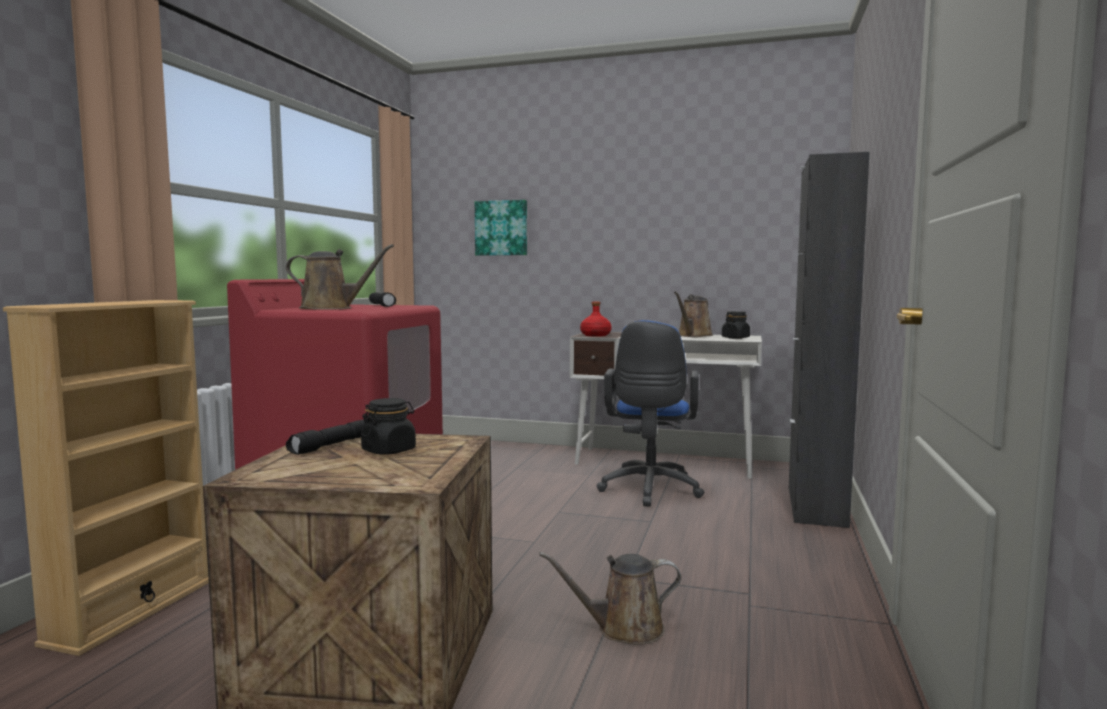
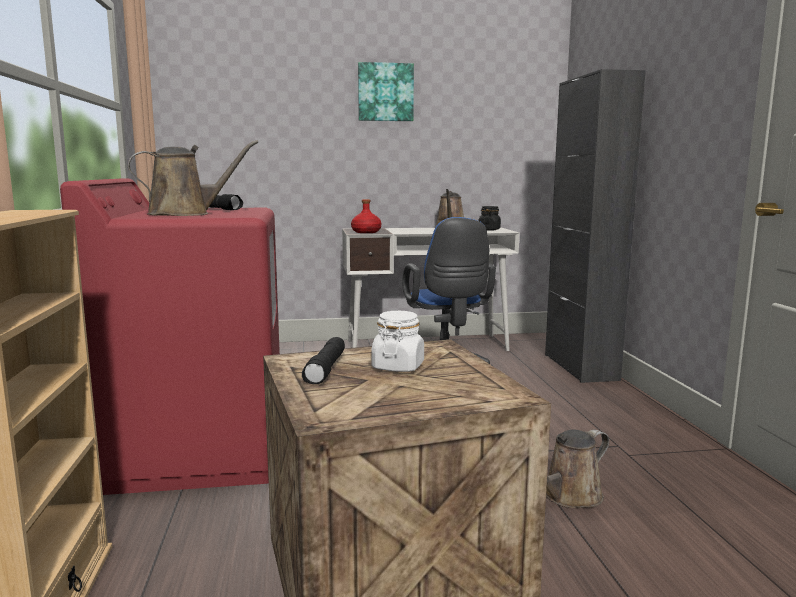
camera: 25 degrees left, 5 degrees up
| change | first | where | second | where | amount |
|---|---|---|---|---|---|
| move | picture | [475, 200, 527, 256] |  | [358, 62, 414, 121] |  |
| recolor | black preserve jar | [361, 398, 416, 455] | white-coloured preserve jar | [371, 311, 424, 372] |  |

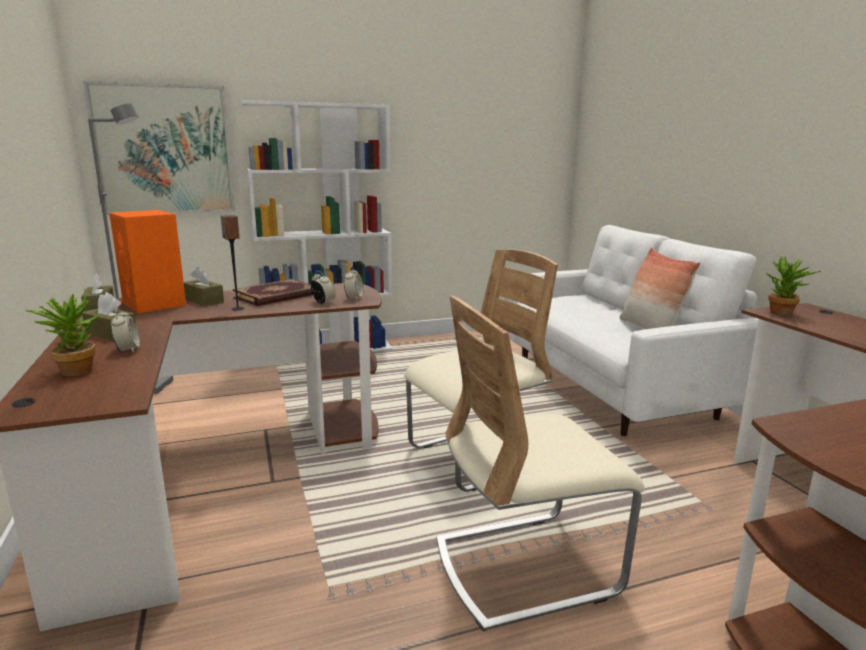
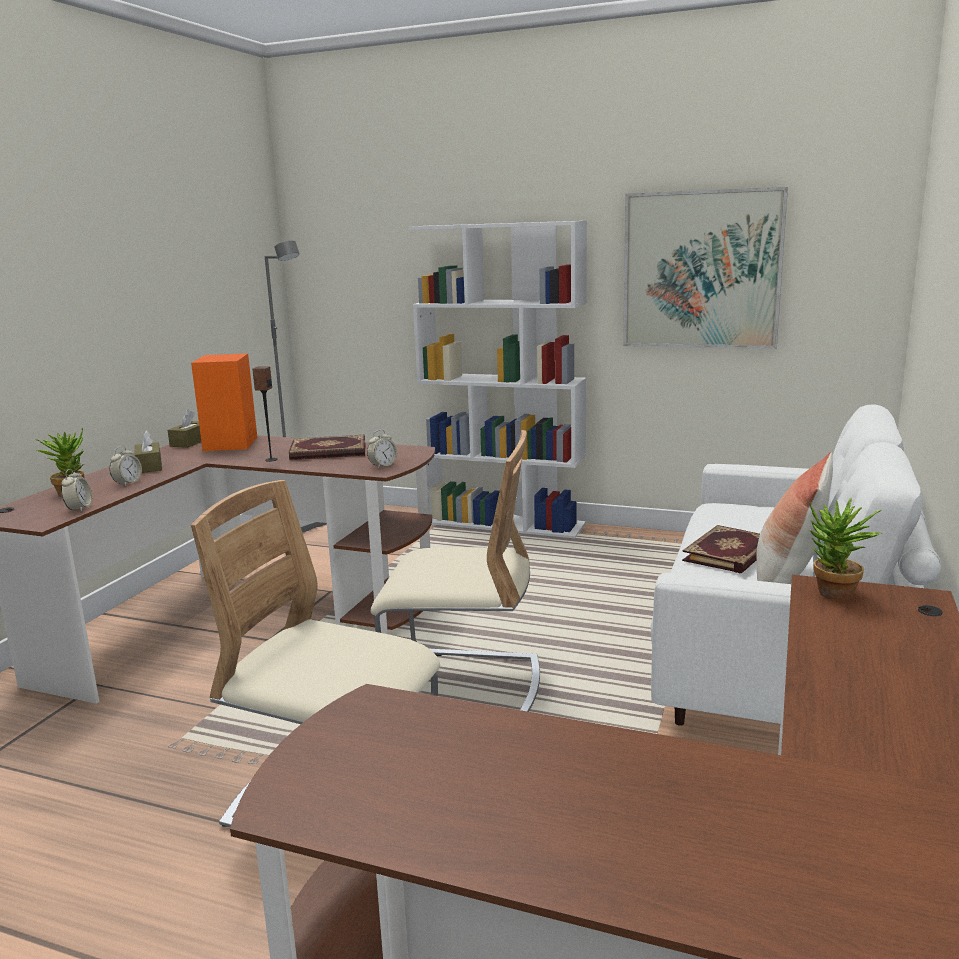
camera: 40 degrees right, 0 degrees up
| change | first | where | second | where | amount |
|---|---|---|---|---|---|
| move | table clock | [311, 271, 336, 304] |  | [61, 469, 92, 512] |  |
| move | picture | [83, 81, 235, 215] |  | [623, 187, 788, 349] |  |
| insert |  |  | volume | [682, 525, 760, 573] |  |
| delete | brownish box of tissues | [184, 267, 224, 306] |  |  |  |

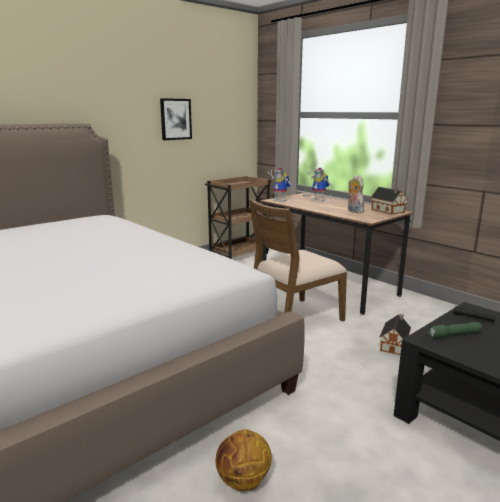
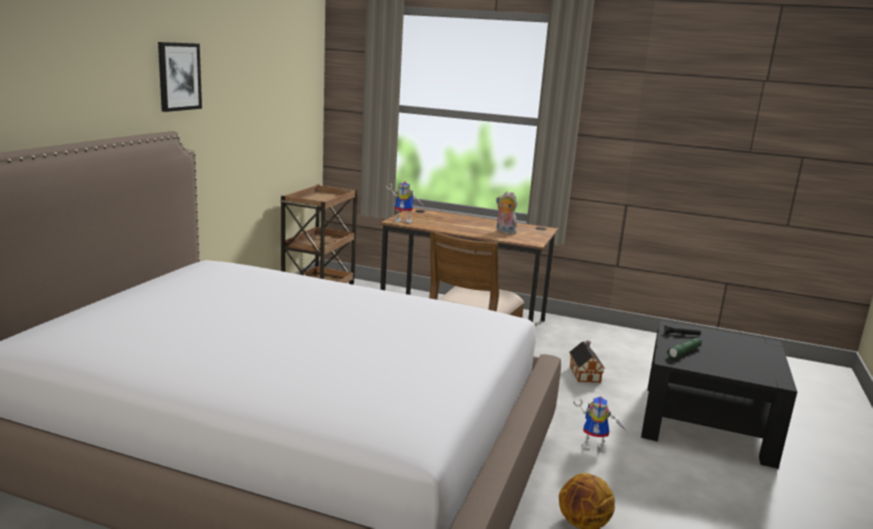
camera: 30 degrees left, 0 degrees up
| change | first | where | second | where | amount |
|---|---|---|---|---|---|
| move | picture | [160, 98, 192, 140] |  | [158, 42, 202, 112] |  |
| move | robot figure | [306, 167, 334, 202] |  | [573, 397, 628, 453] |  |
| delete | toy house | [371, 187, 408, 214] |  |  |  |

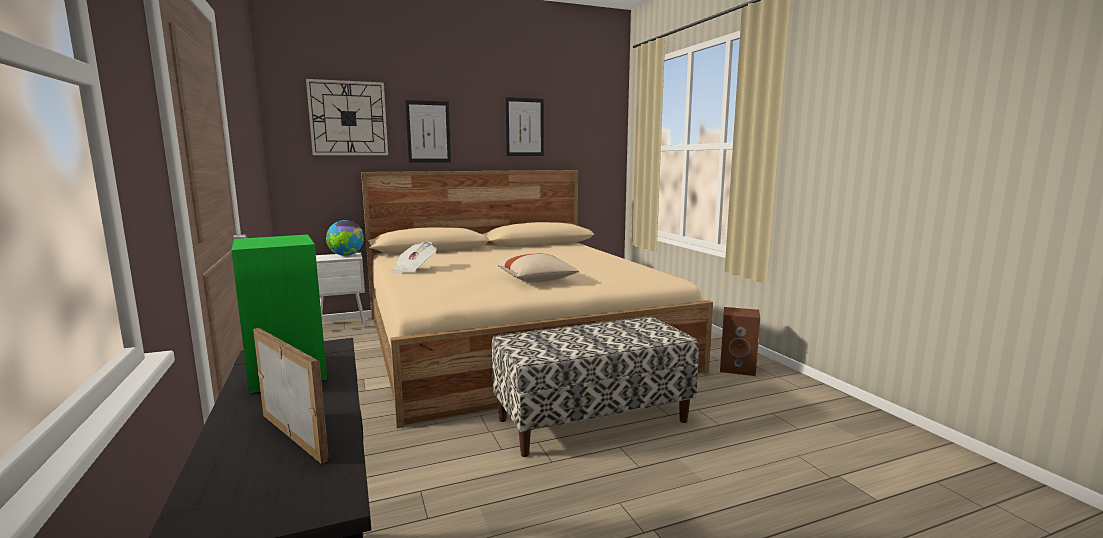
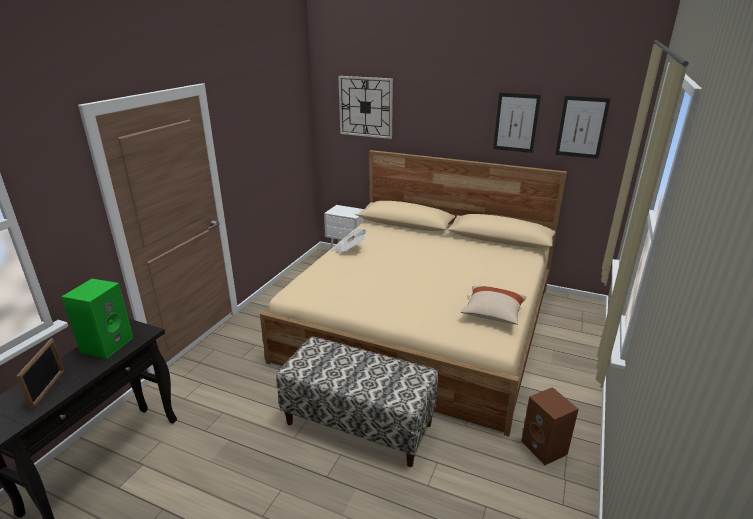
camera: 45 degrees right, 15 degrees up
| change | first | where | second | where | amount |
|---|---|---|---|---|---|
| move | sand-coloured pillow | [498, 254, 579, 282] |  | [461, 286, 526, 325] |  |
| move | picture | [405, 100, 451, 163] |  | [555, 96, 611, 159] |  |
| delete | world globe | [326, 220, 364, 256] |  |  |  |

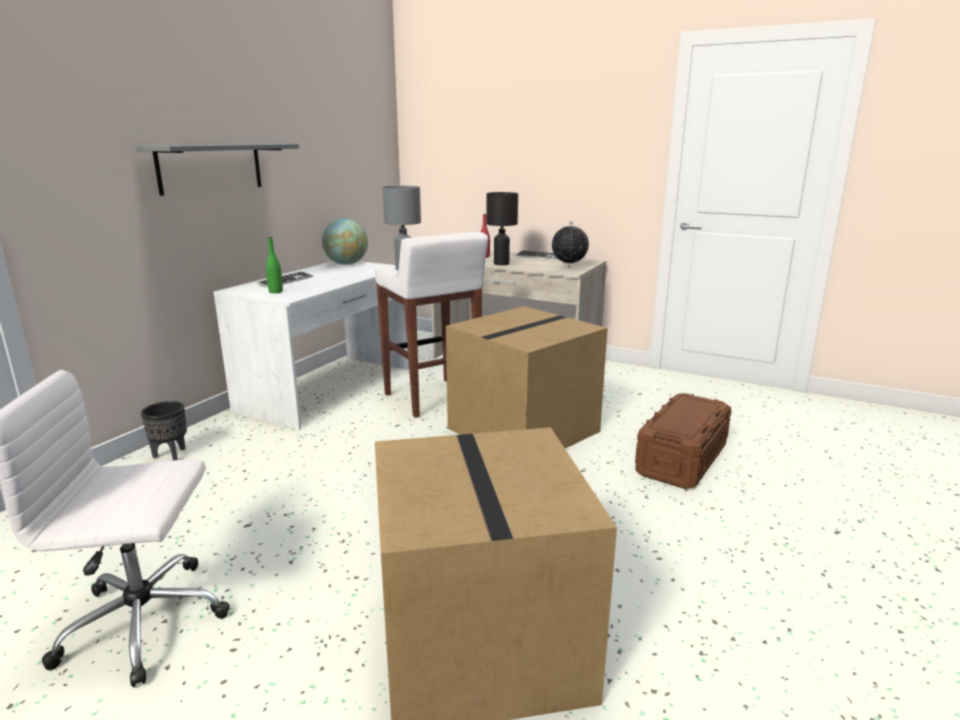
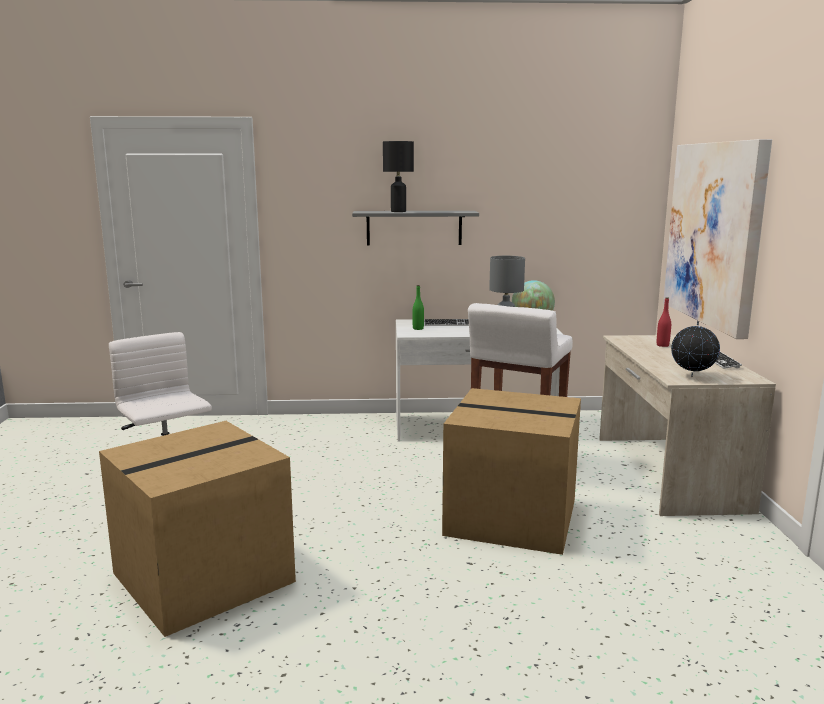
camera: 60 degrees right, 5 degrees down
| change | first | where | second | where | amount |
|---|---|---|---|---|---|
| move | black table lamp | [486, 192, 518, 265] |  | [383, 141, 414, 212] |  |
| insert |  |  | picture | [663, 139, 772, 339] |  |
| delete | black plant pot | [141, 401, 187, 460] |  |  |  |
| delete | brownish storage bin | [635, 393, 732, 489] |  |  |  |

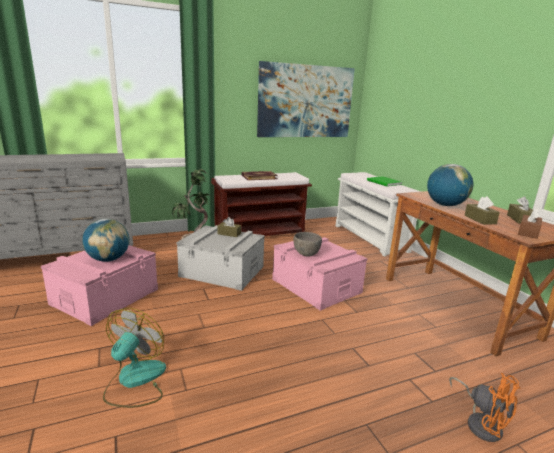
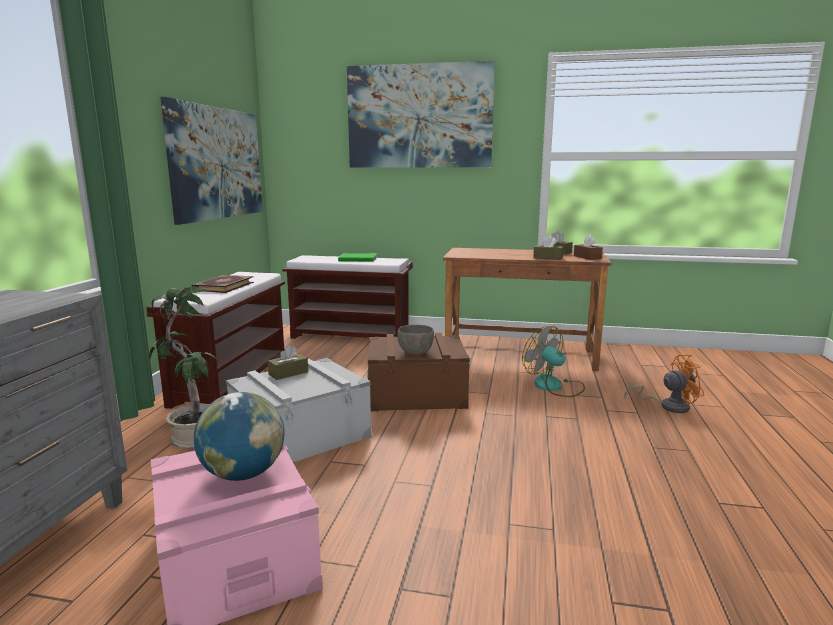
camera: 55 degrees left, 5 degrees down
| change | first | where | second | where | amount |
|---|---|---|---|---|---|
| recolor | white-coloured bench | [335, 172, 421, 257] | brownish bench | [282, 255, 413, 339] |  |
| insert |  |  | picture | [347, 61, 495, 167] |  |
| recolor | pink storage bin | [272, 237, 367, 311] | brownish storage bin | [367, 333, 470, 411] |  |
| move | electric fan | [103, 308, 166, 408] |  | [522, 326, 585, 397] |  |
| delete | world globe | [427, 164, 473, 206] |  |  |  |

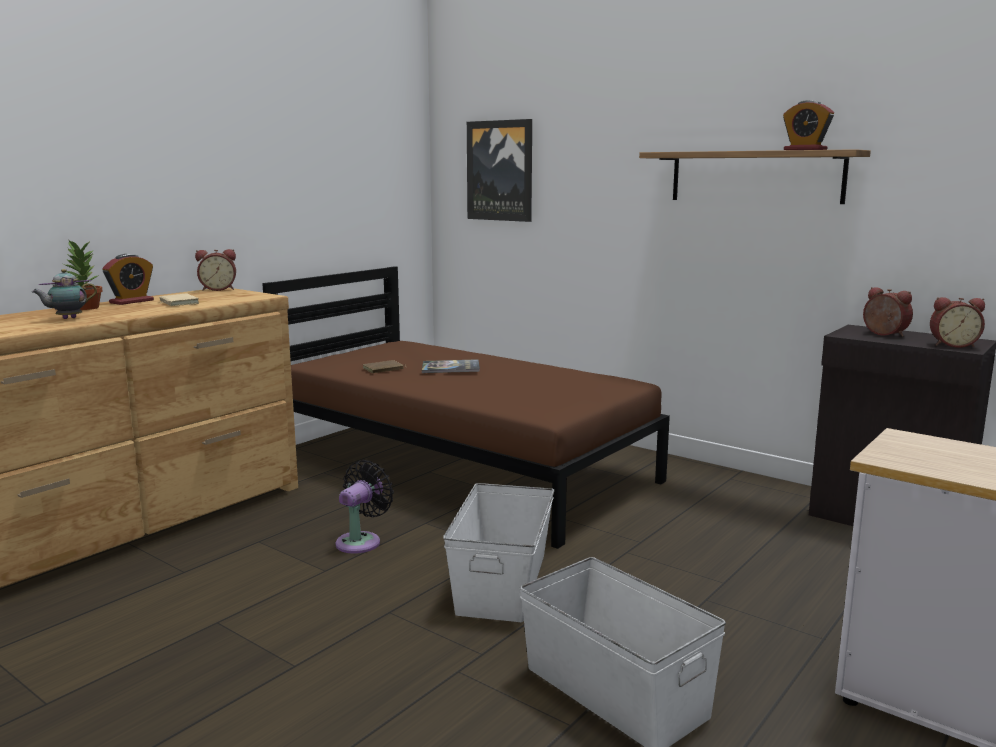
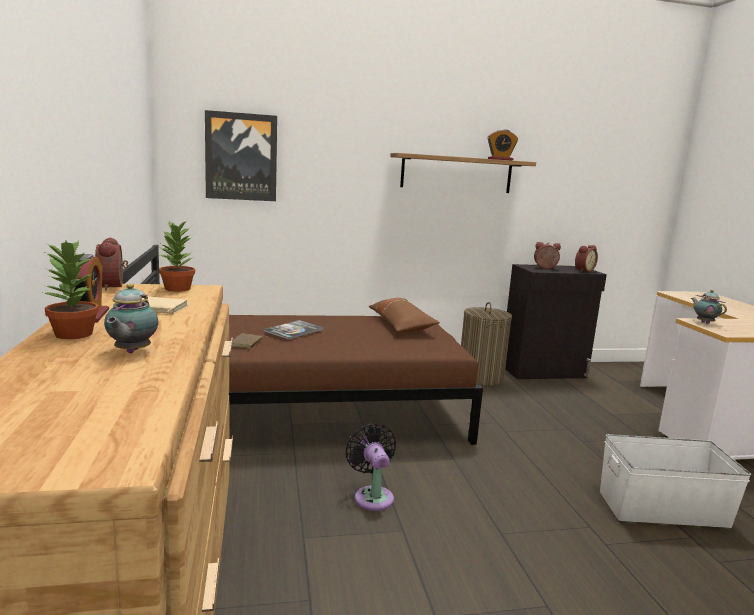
camera: 50 degrees left, 0 degrees up
| change | first | where | second | where | amount |
|---|---|---|---|---|---|
| rotate | table clock | [195, 249, 236, 291] |  | [95, 237, 128, 291] | 135 degrees clockwise |
| insert |  |  | houseplant | [157, 220, 195, 292] |  |
| insert |  |  | brownish pillow | [369, 298, 440, 333] |  |
| insert |  |  | washing basket | [461, 302, 512, 386] |  |
| insert |  |  | tea pot | [691, 290, 727, 324] |  |
| delete | white-coloured storage bin | [443, 483, 555, 622] |  |  |  |

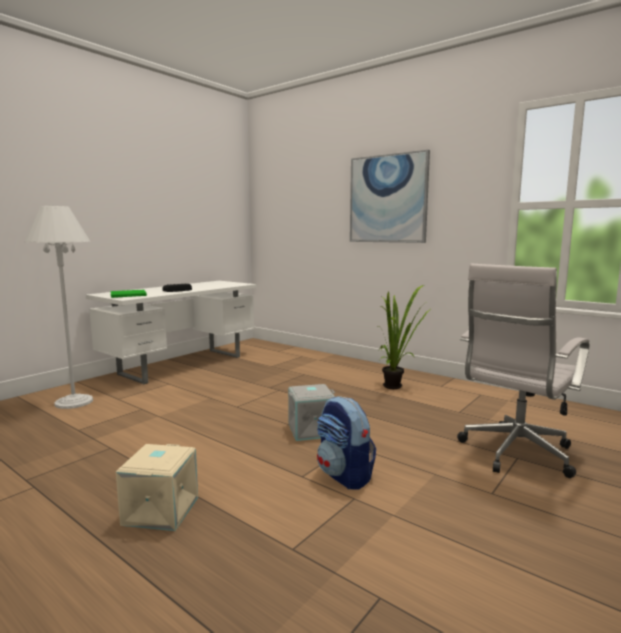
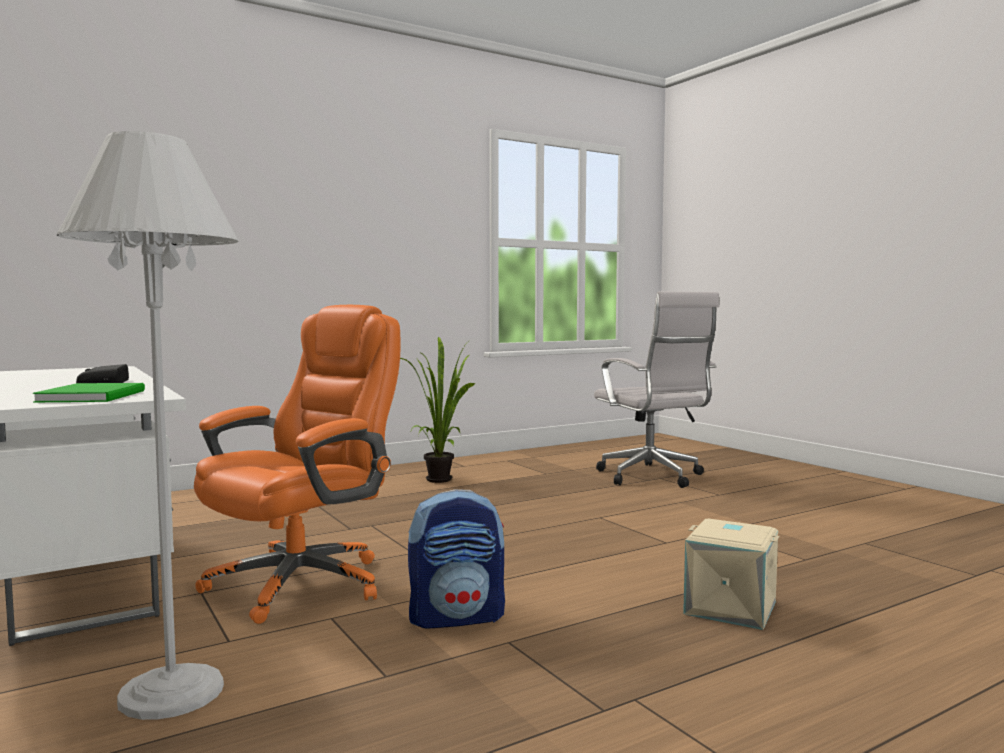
camera: 70 degrees left, 5 degrees down
| change | first | where | second | where | amount |
|---|---|---|---|---|---|
| insert |  |  | orange-coloured office chair | [194, 305, 400, 624] |  |
| move | backpack | [317, 396, 376, 490] |  | [408, 489, 505, 629] |  |
| delete | grey storage bin | [288, 384, 335, 441] |  |  |  |
| delete | picture | [350, 150, 430, 243] |  |  |  |

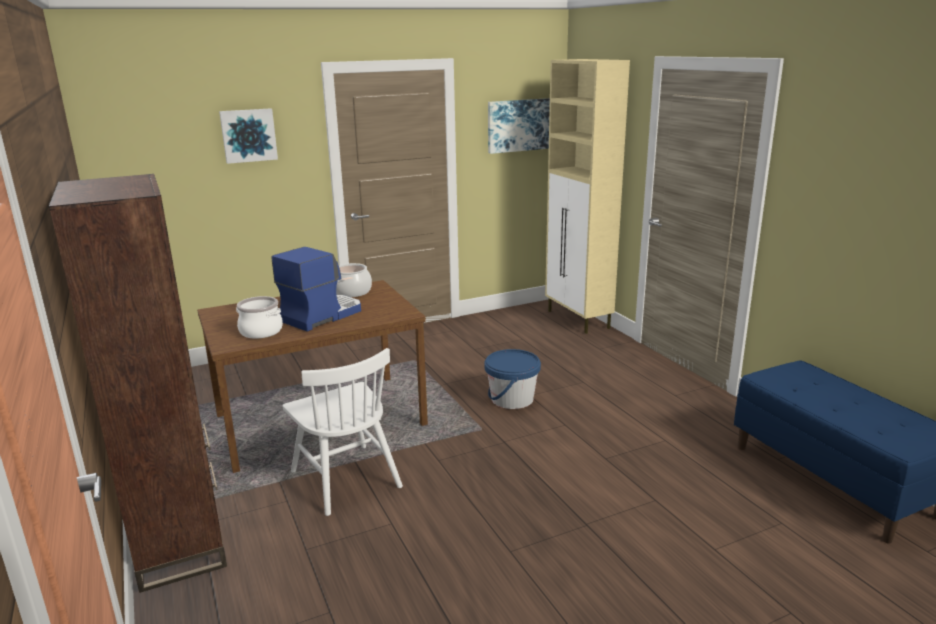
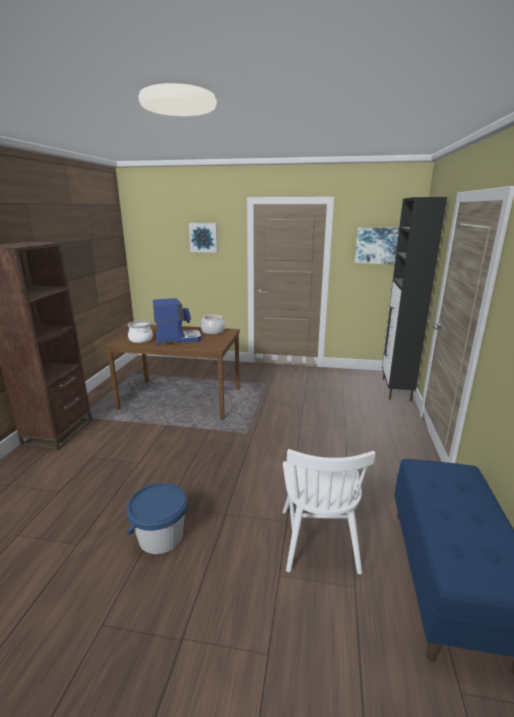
camera: 35 degrees right, 0 degrees up
| change | first | where | second | where | amount |
|---|---|---|---|---|---|
| move | blue water bucket | [484, 349, 541, 409] |  | [127, 483, 187, 554] |  |
| move | white-coloured plain chair | [283, 348, 403, 516] |  | [283, 449, 376, 575] |  |
| recolor | sand-coloured storage cabinet | [545, 59, 630, 334] | black storage cabinet | [382, 197, 447, 401] |  |

